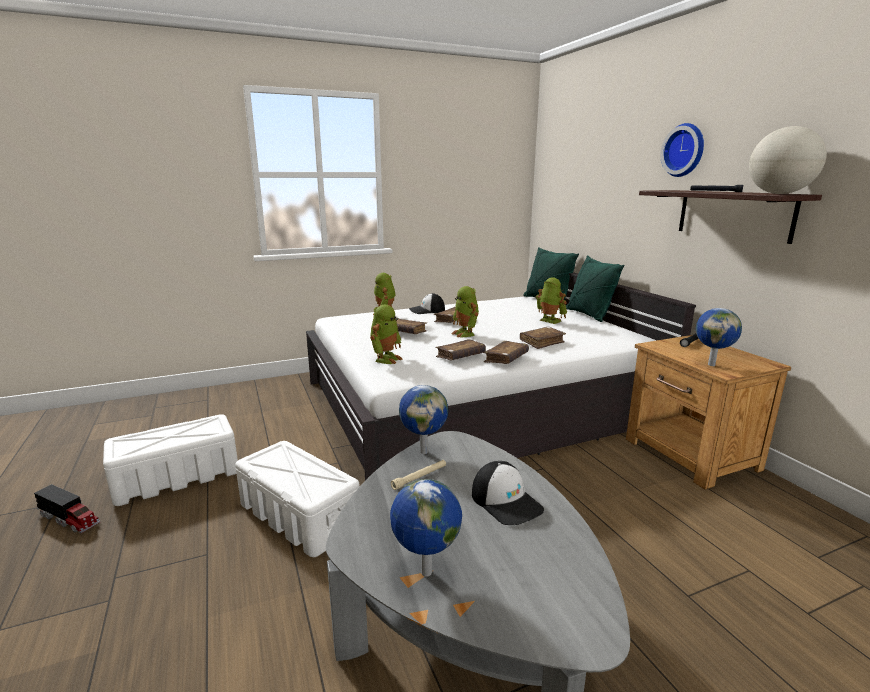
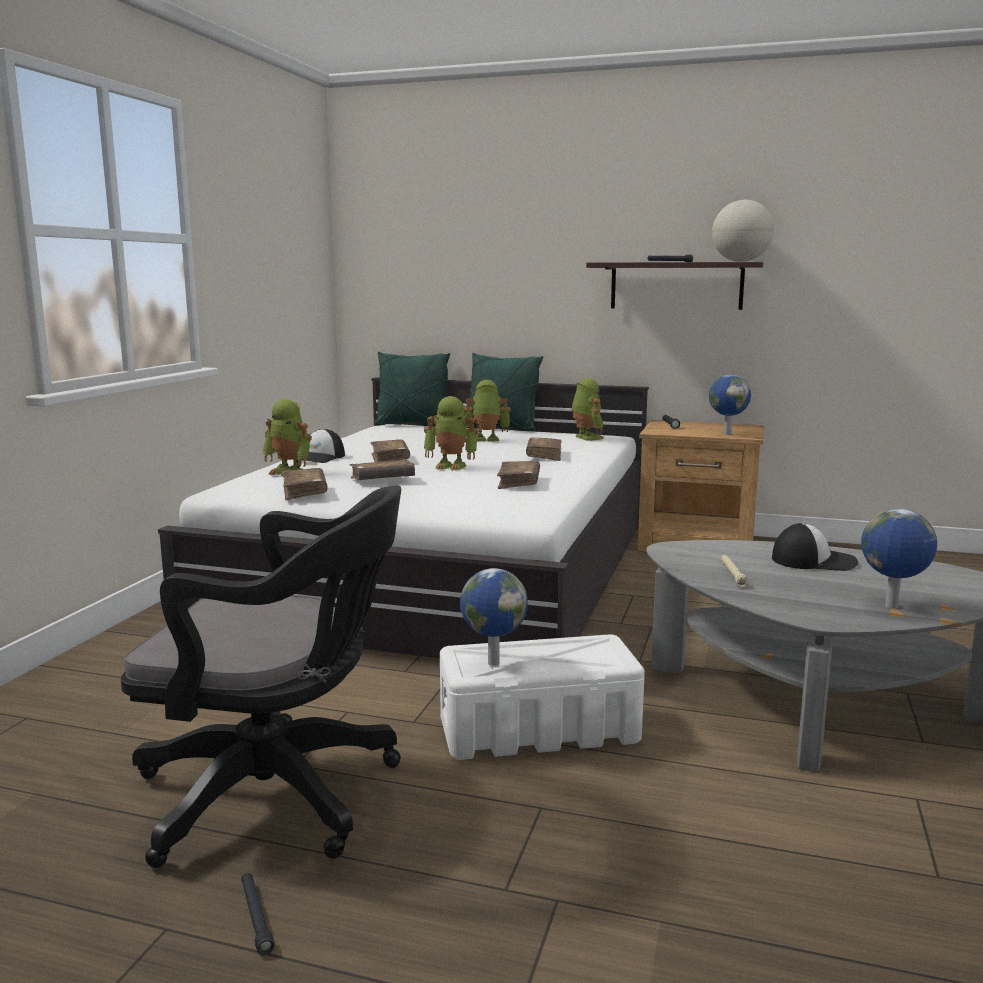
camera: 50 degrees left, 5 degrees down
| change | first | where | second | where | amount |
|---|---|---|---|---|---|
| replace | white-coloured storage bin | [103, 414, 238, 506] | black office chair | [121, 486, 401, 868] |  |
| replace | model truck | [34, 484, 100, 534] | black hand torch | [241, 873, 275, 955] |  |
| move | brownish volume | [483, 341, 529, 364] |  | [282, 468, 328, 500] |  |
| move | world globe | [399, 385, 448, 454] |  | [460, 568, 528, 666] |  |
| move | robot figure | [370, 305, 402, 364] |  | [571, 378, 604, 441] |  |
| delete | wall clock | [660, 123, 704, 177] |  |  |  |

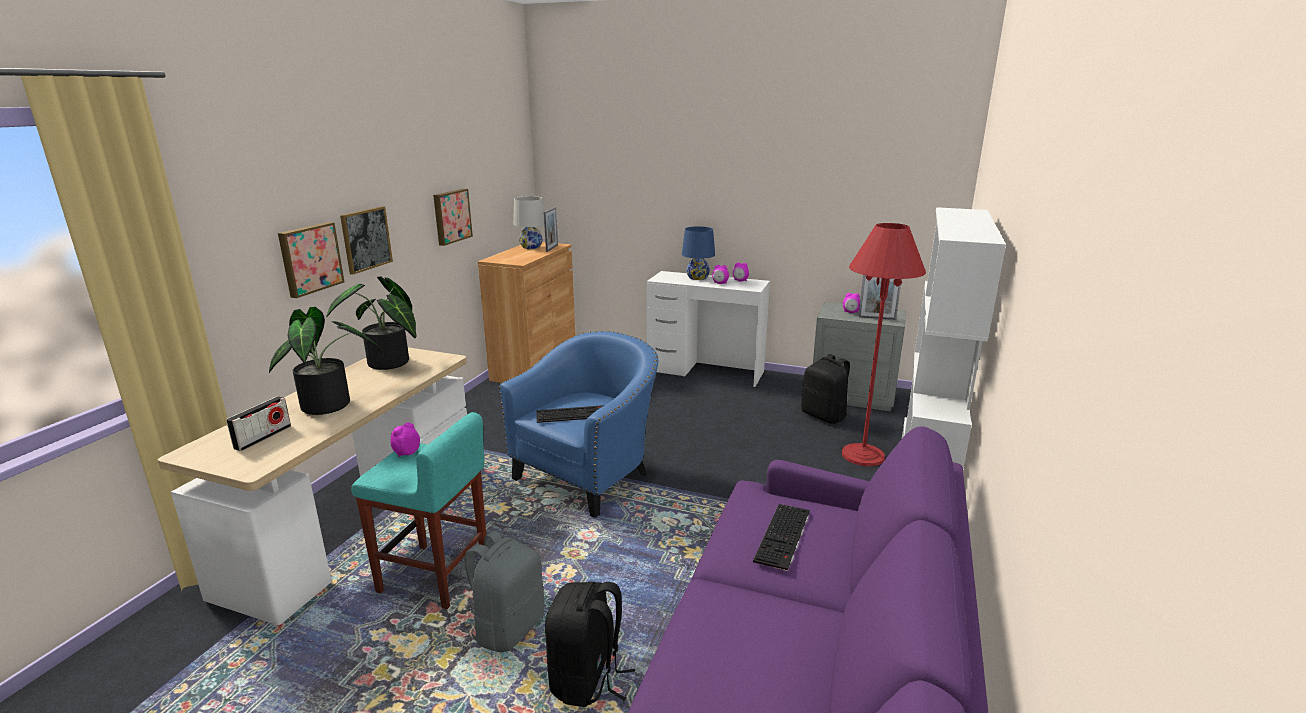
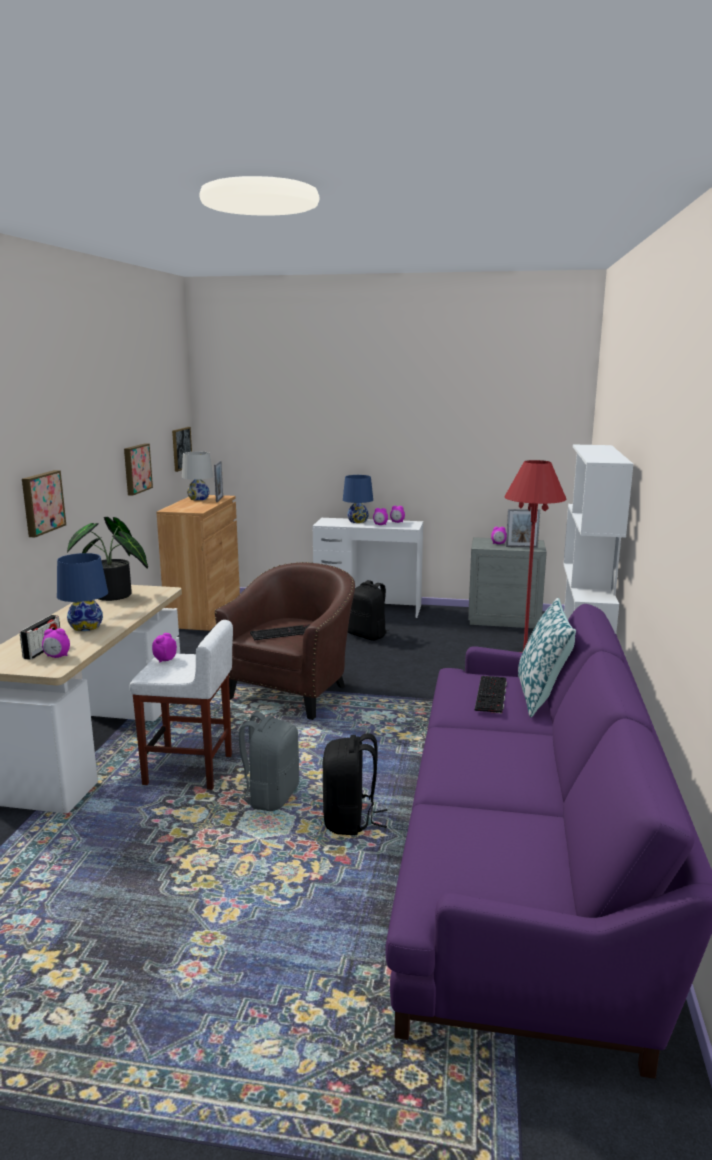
camera: 10 degrees left, 5 degrees down
| change | first | where | second | where | amount |
|---|---|---|---|---|---|
| insert |  |  | table clock | [42, 628, 70, 658] |  |
| replace | houseplant | [269, 306, 384, 415] | blue table lamp | [57, 553, 108, 631] |  |
| recolor | blue-green sitting stool | [351, 412, 486, 609] | white-coloured sitting stool | [129, 620, 233, 790] |  |
| move | picture | [340, 206, 393, 274] |  | [172, 427, 192, 472] |  |
| recolor | blue lounge chair | [499, 331, 658, 518] | brownish lounge chair | [215, 562, 355, 720] |  |
| move | black backpack | [801, 354, 850, 424] |  | [348, 580, 389, 641] |  |
| insert |  |  | pillow | [518, 598, 576, 717] |  |

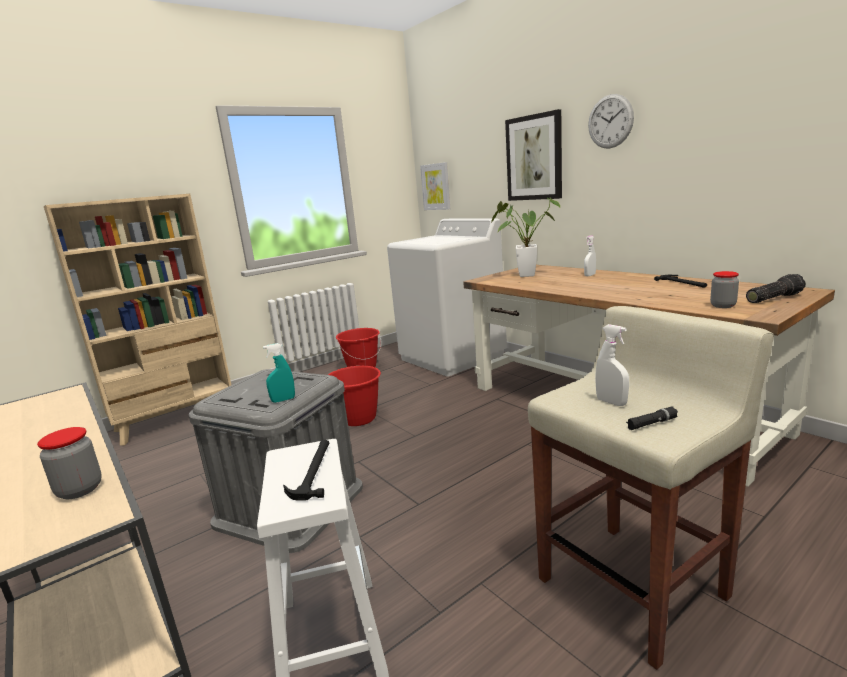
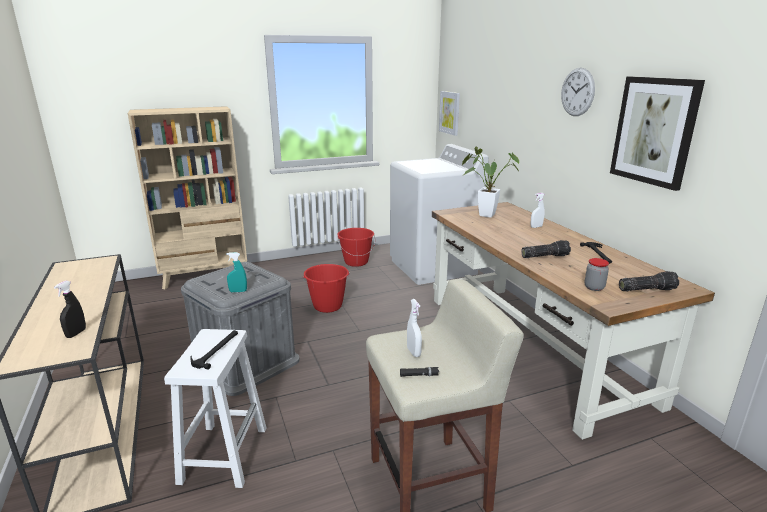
camera: 15 degrees right, 5 degrees up
| change | first | where | second | where | amount |
|---|---|---|---|---|---|
| replace | preserve jar | [37, 427, 102, 499] | black spray bottle | [54, 281, 86, 338] |  |
| insert |  |  | hand torch | [521, 240, 571, 258] |  |
| move | picture | [505, 109, 562, 201] |  | [610, 76, 705, 191] |  |

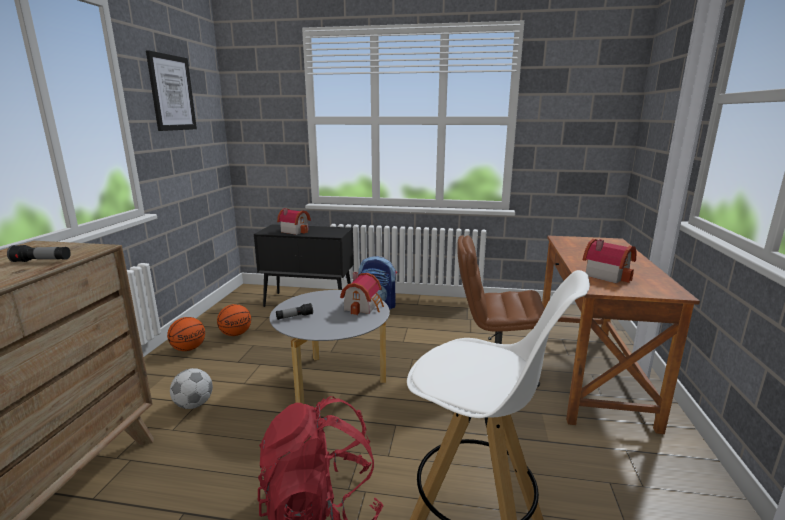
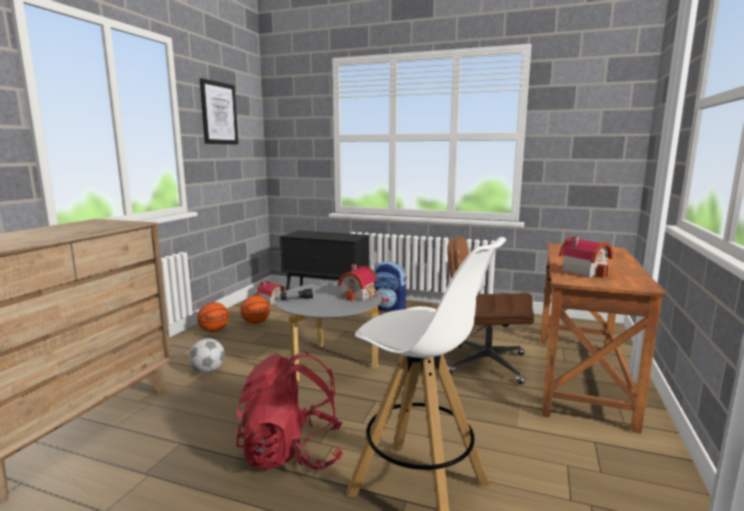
camera: 10 degrees right, 5 degrees down
| change | first | where | second | where | amount |
|---|---|---|---|---|---|
| move | toy house | [277, 208, 311, 235] |  | [257, 281, 285, 305] |  |
| delete | hand torch | [7, 245, 71, 262] |  |  |  |

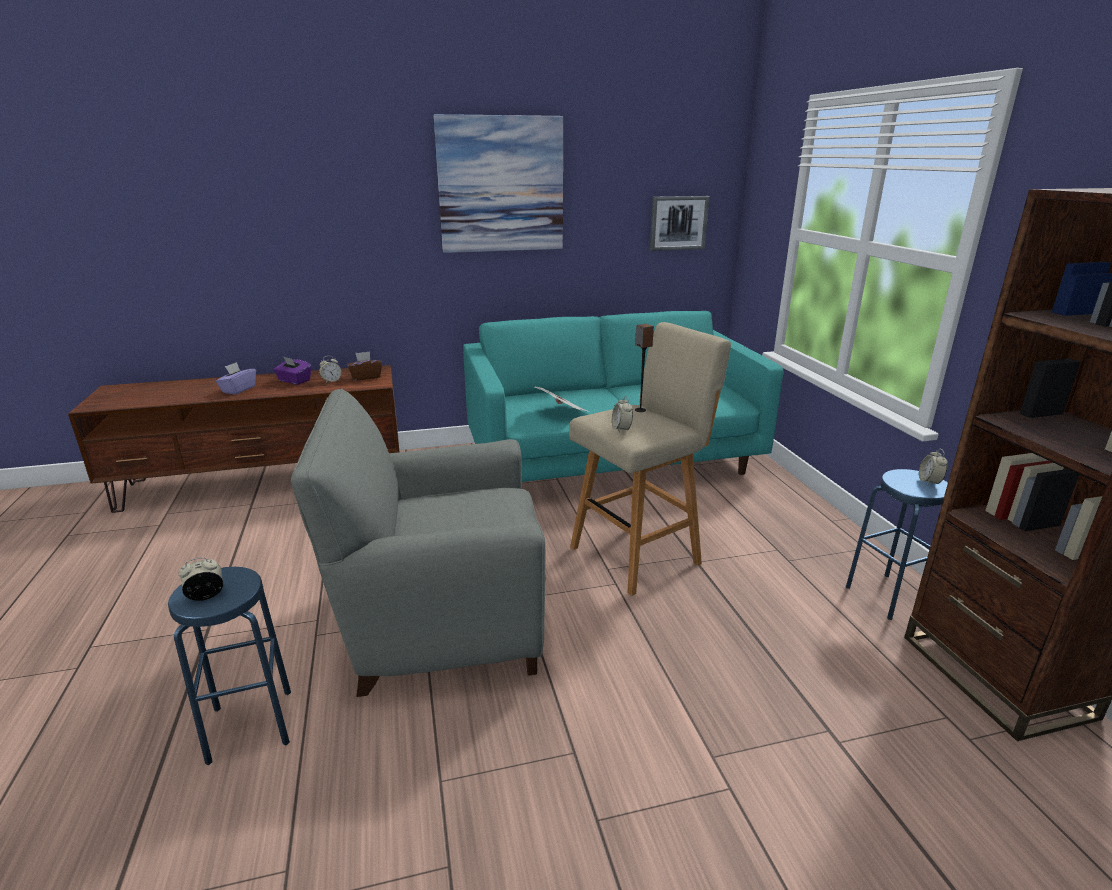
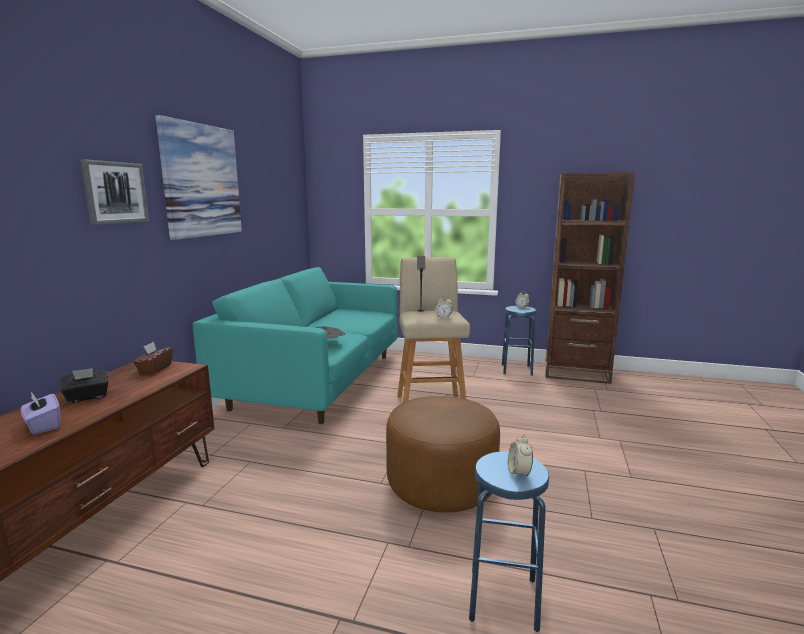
camera: 60 degrees left, 10 degrees down
| change | first | where | second | where | amount |
|---|---|---|---|---|---|
| recolor | purplish box of tissues | [274, 357, 311, 385] | black box of tissues | [61, 368, 108, 403] |  |
| move | picture | [650, 196, 709, 251] |  | [80, 159, 149, 225] |  |
| replace | grey lounge chair | [291, 389, 546, 697] | brownish pouffe | [386, 396, 500, 513] |  |
| delete | table clock | [319, 356, 341, 383] |  |  |  |

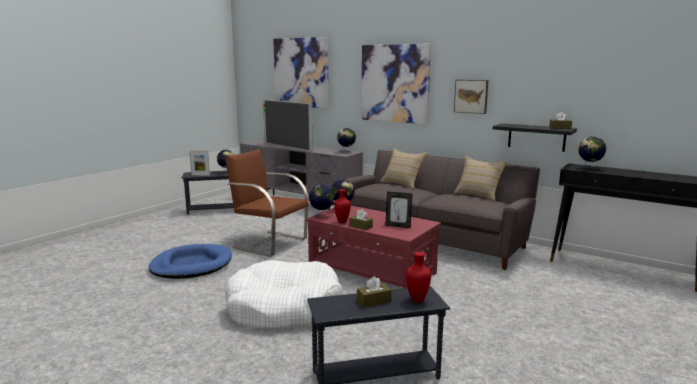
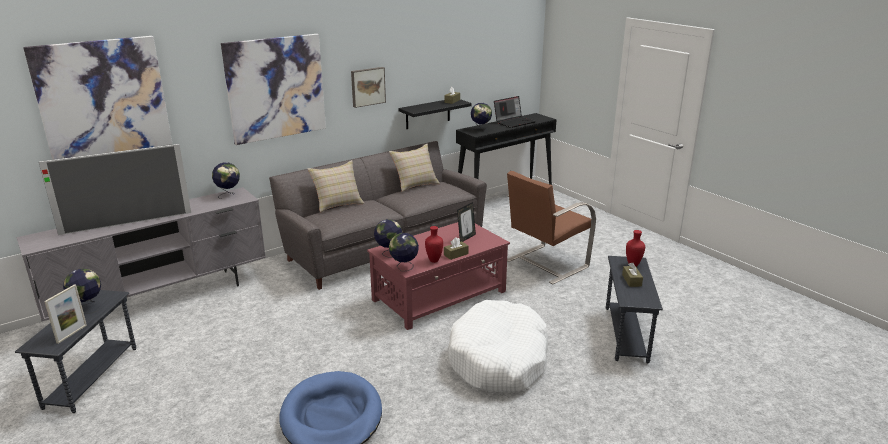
camera: 70 degrees left, 10 degrees up
| change | first | where | second | where | amount |
|---|---|---|---|---|---|
| insert |  |  | notebook computer | [494, 96, 536, 128] |  |
| move | brownish lounge chair | [225, 150, 309, 257] |  | [507, 171, 596, 284] |  |

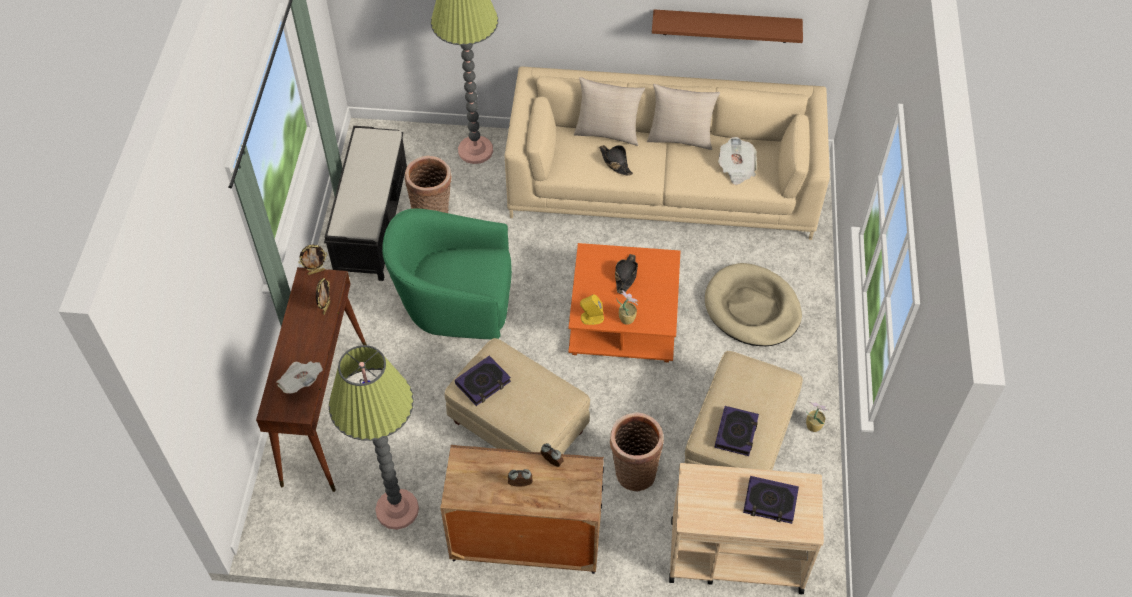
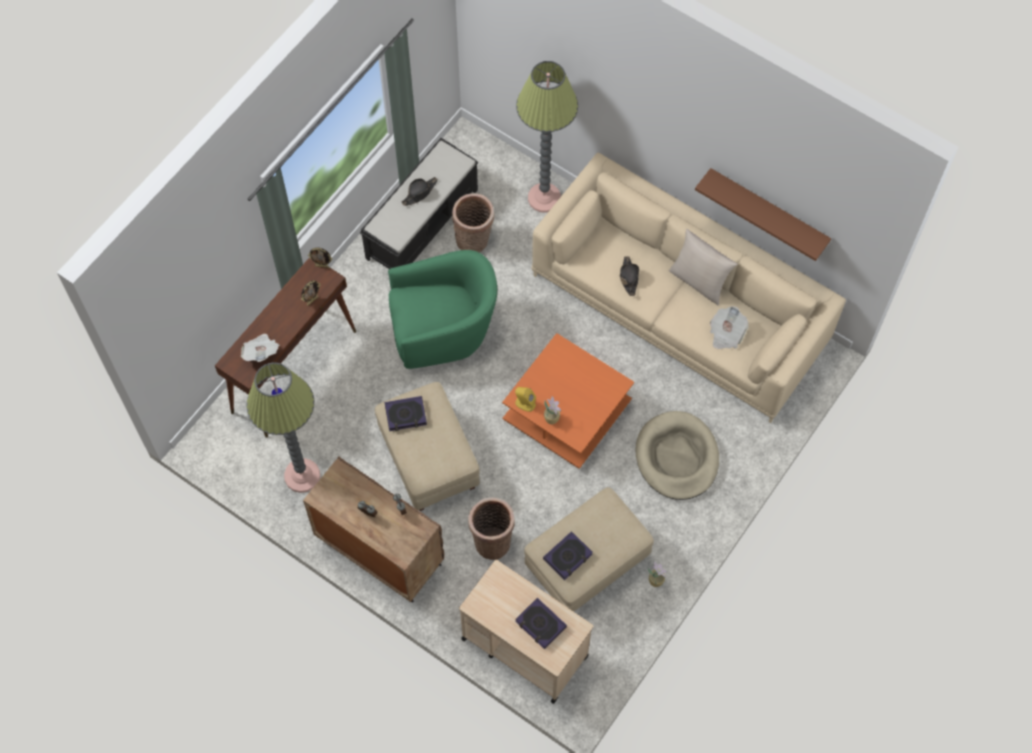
camera: 30 degrees right, 10 degrees up
| change | first | where | second | where | amount |
|---|---|---|---|---|---|
| rotate | green-coloured lounge chair | [382, 208, 512, 339] |  | [388, 250, 497, 369] | 135 degrees clockwise |
| move | black wearable hat | [615, 254, 638, 294] |  | [402, 177, 438, 206] |  |
| delete | sand-coloured pillow | [574, 77, 645, 146] |  |  |  |

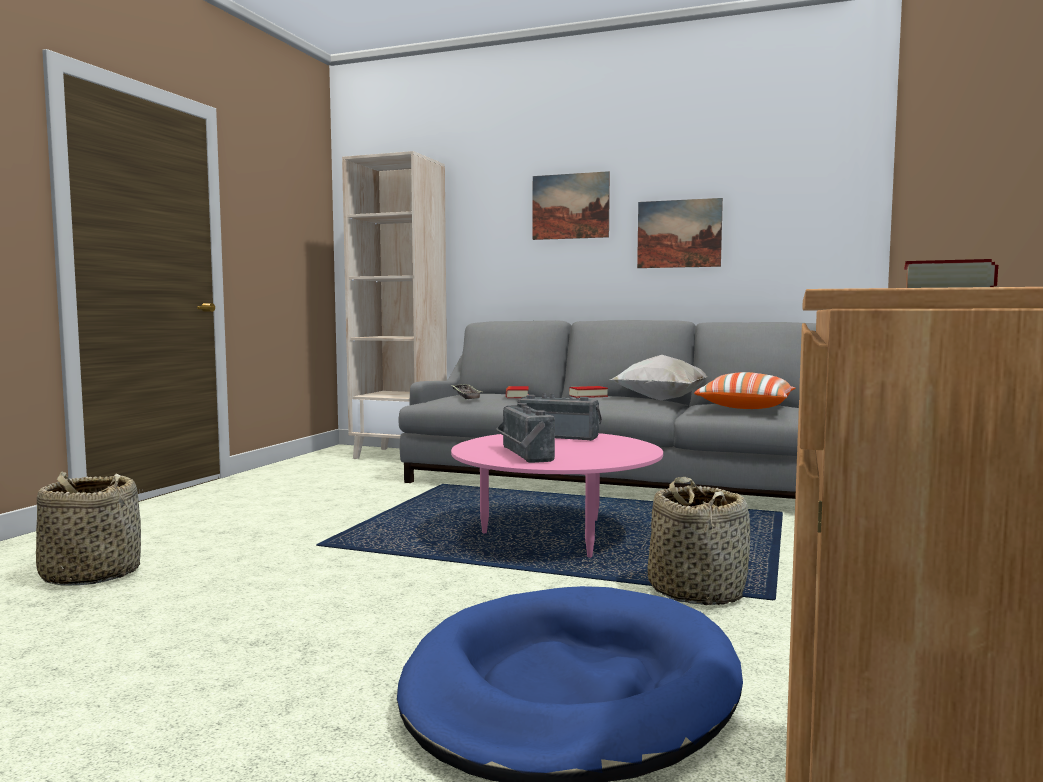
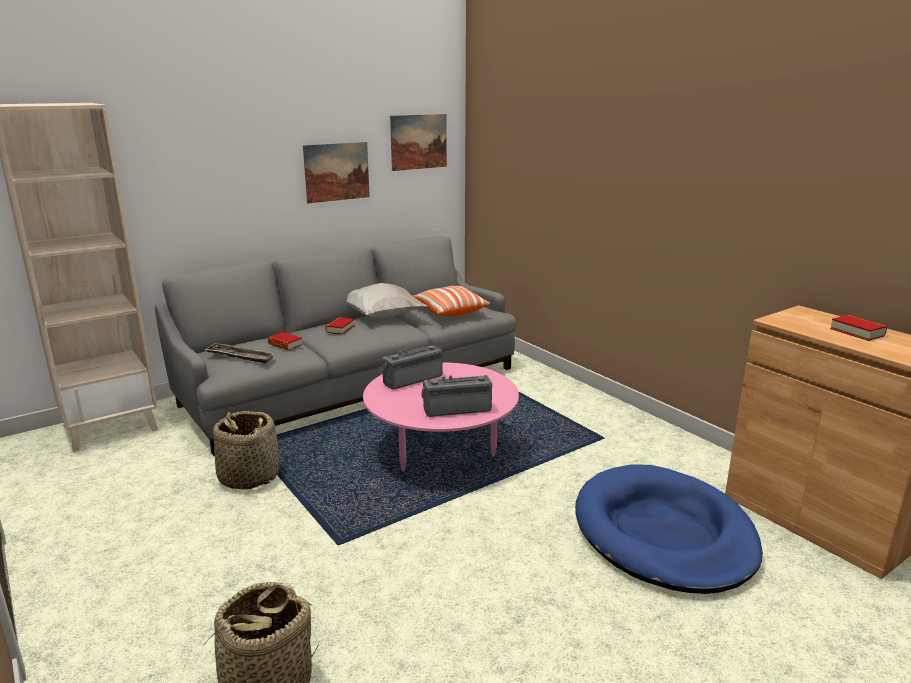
camera: 55 degrees left, 15 degrees up
| change | first | where | second | where | amount |
|---|---|---|---|---|---|
| move | basket | [648, 477, 750, 605] |  | [213, 411, 279, 490] |  |
| move | picture | [533, 171, 610, 240] |  | [390, 114, 447, 171] |  |
| rotate | radio receiver | [496, 403, 555, 463] |  | [421, 375, 492, 417] | 150 degrees clockwise |

